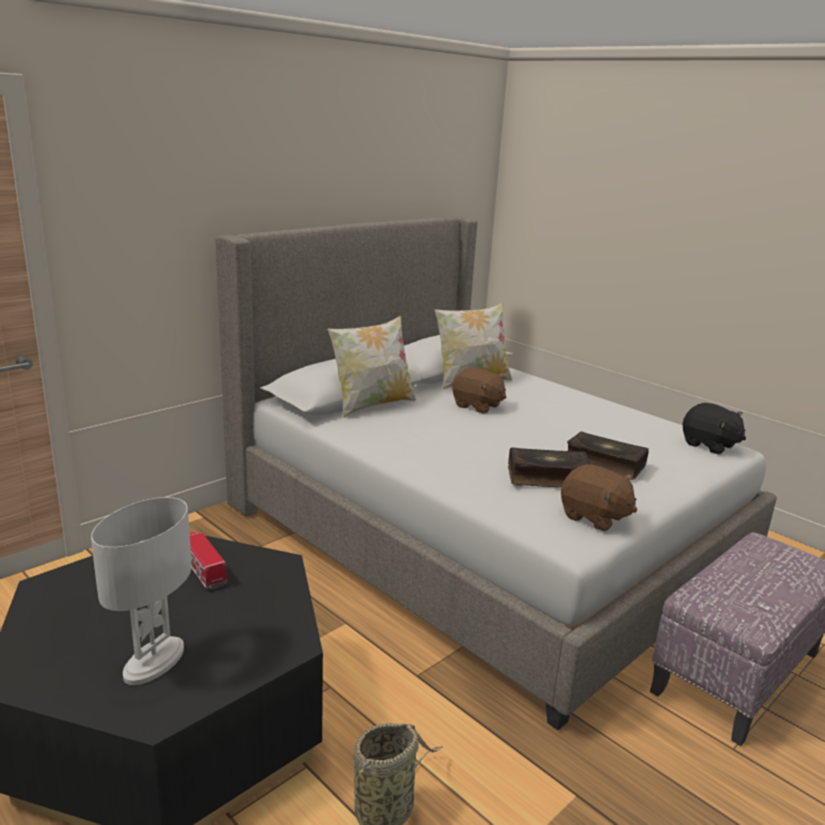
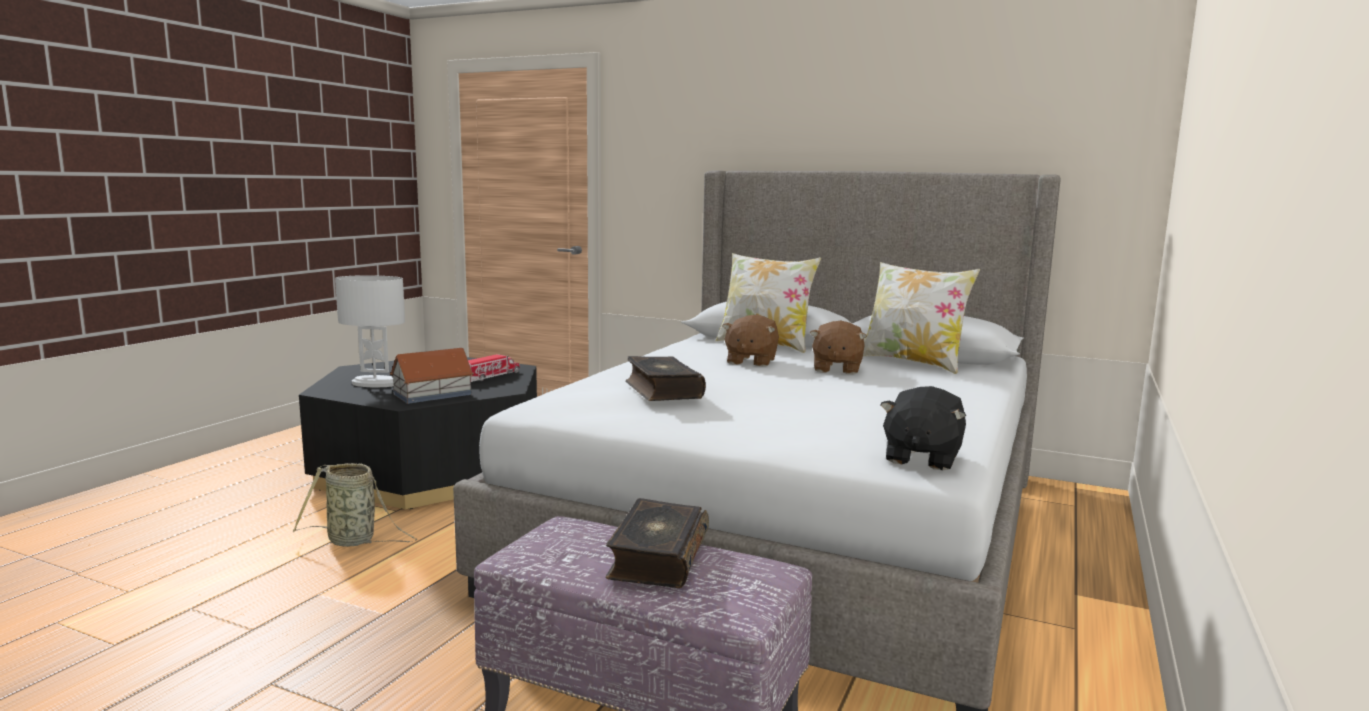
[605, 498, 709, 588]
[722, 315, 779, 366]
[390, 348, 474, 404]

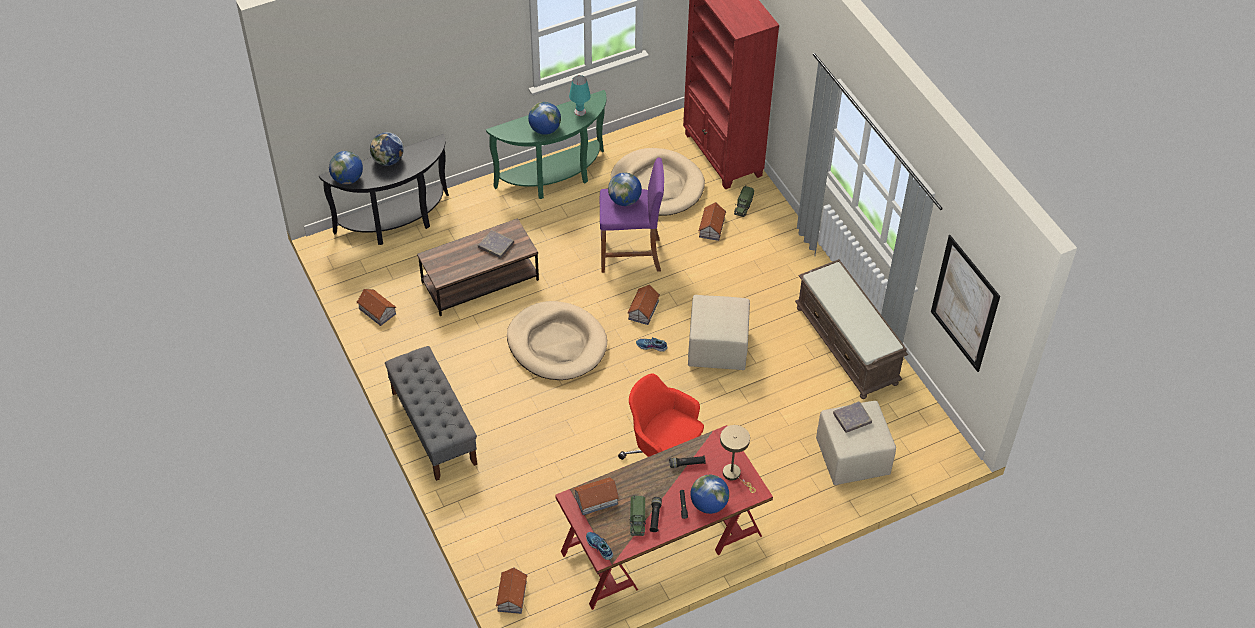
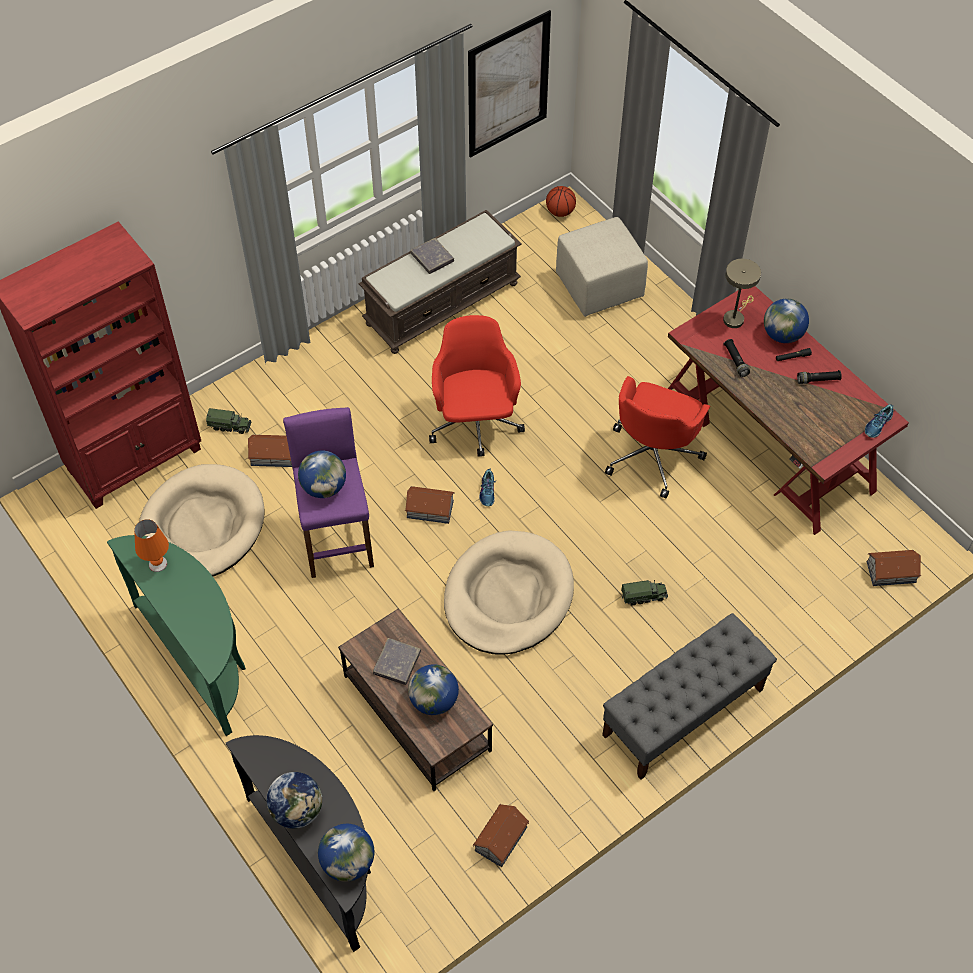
[134, 519, 169, 572]
[408, 664, 459, 715]
[429, 315, 525, 457]
[410, 238, 454, 274]
[573, 477, 620, 515] (first image)
[621, 580, 668, 605]
[546, 186, 576, 217]

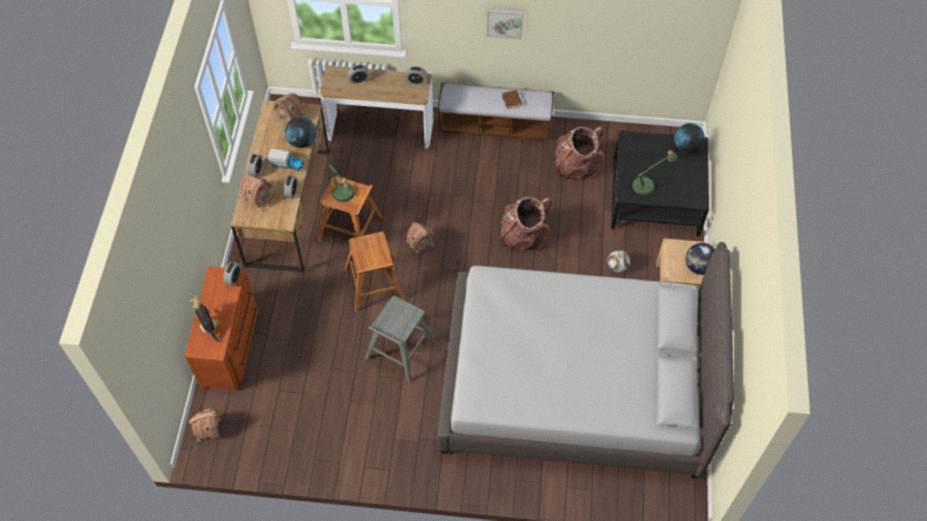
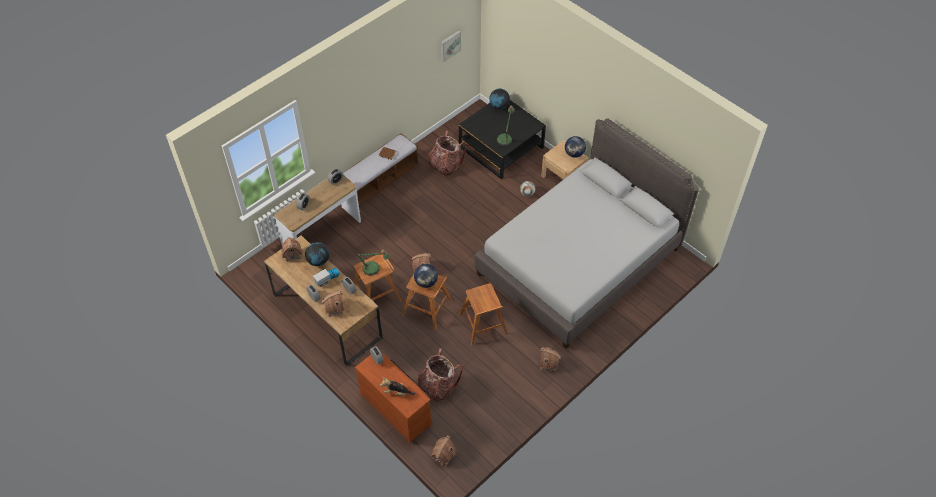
[441, 31, 461, 62]
[417, 348, 463, 401]
[459, 283, 508, 346]
[414, 264, 438, 288]
[540, 347, 561, 372]

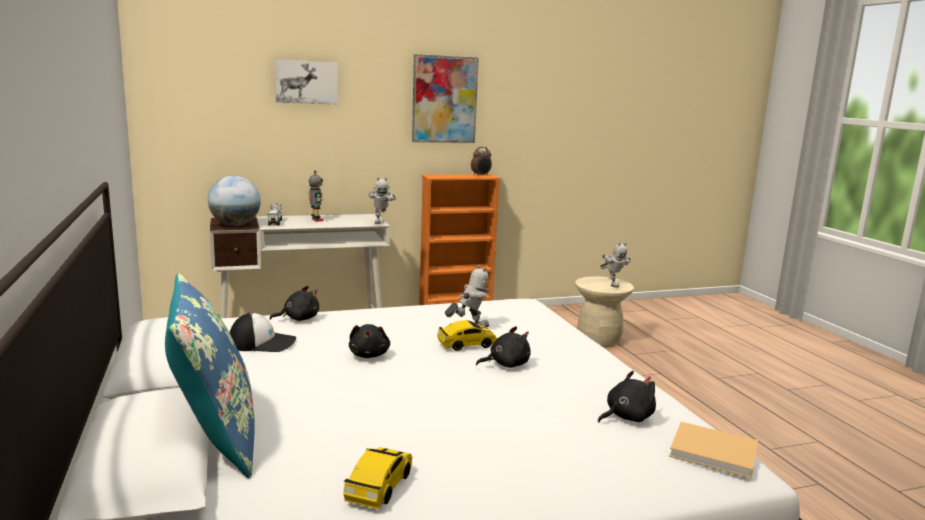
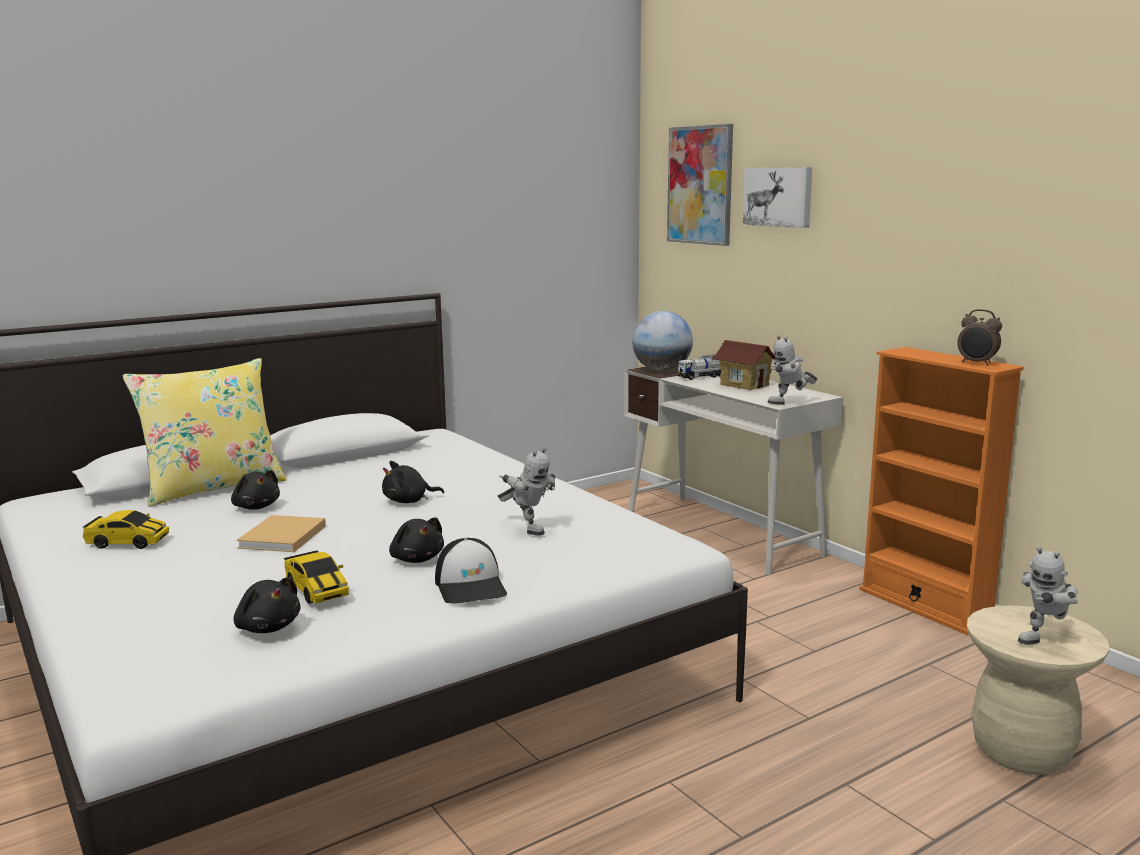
[667, 124, 733, 246]
[712, 340, 776, 390]
[122, 358, 286, 507]
[231, 470, 280, 510]
[435, 538, 507, 603]
[283, 550, 349, 604]
[236, 515, 326, 552]

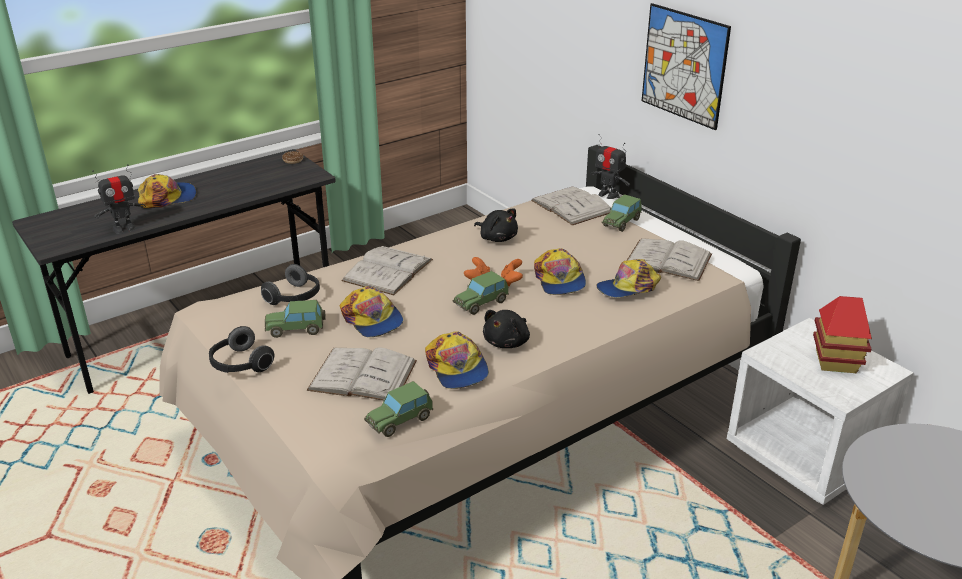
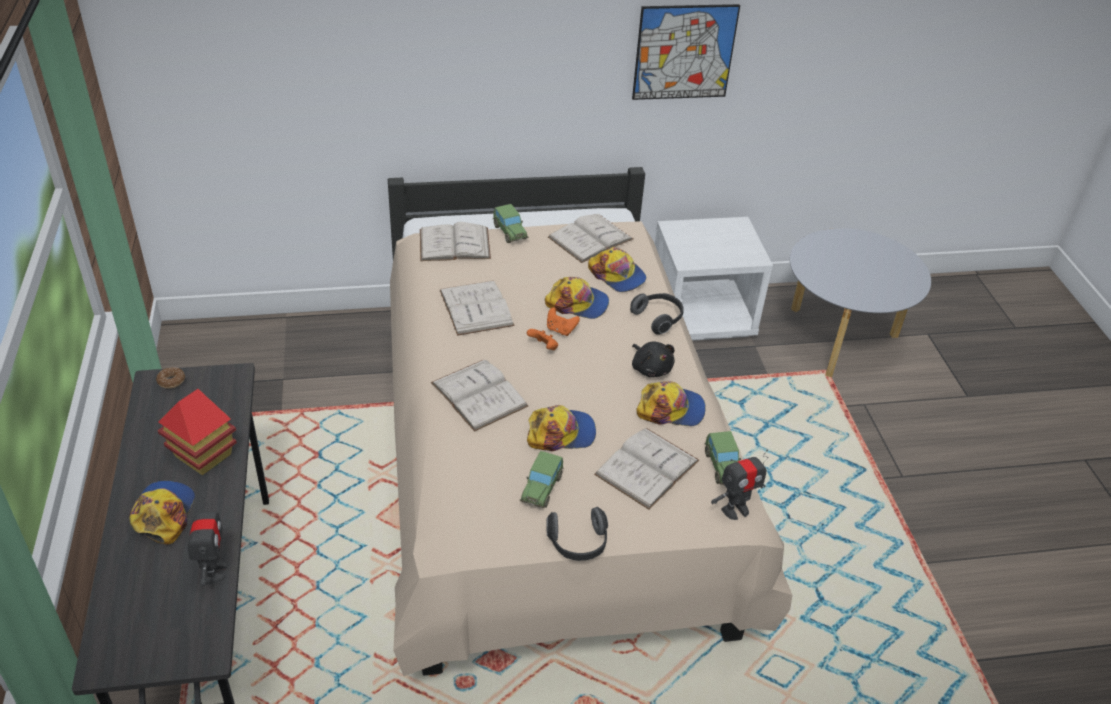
[632, 4, 740, 100]
[711, 449, 768, 520]
[439, 281, 515, 336]
[588, 247, 646, 292]
[630, 293, 684, 335]
[453, 271, 509, 315] (first image)
[158, 389, 237, 475]

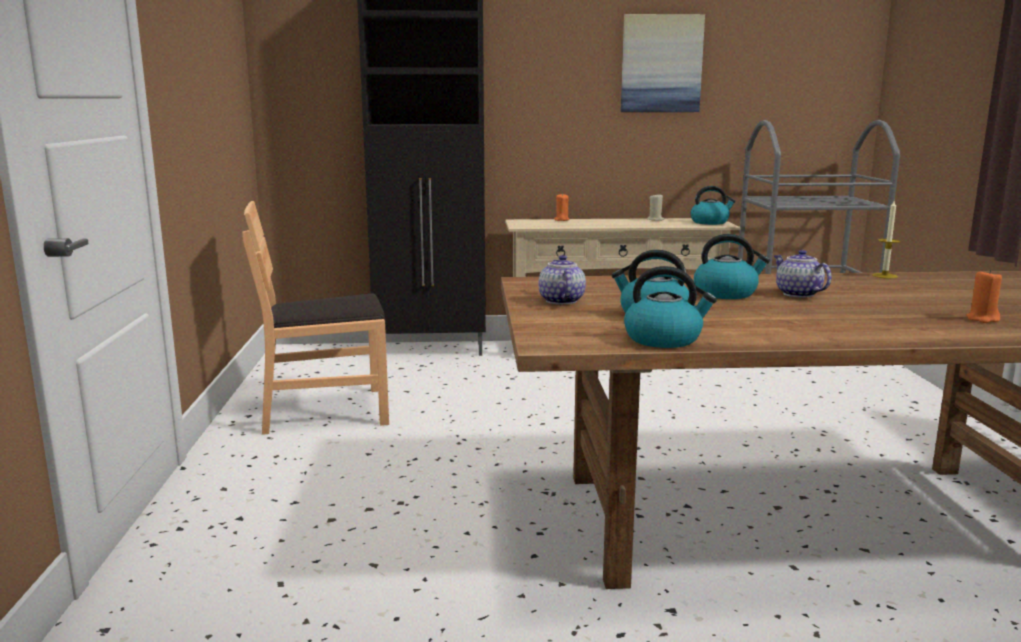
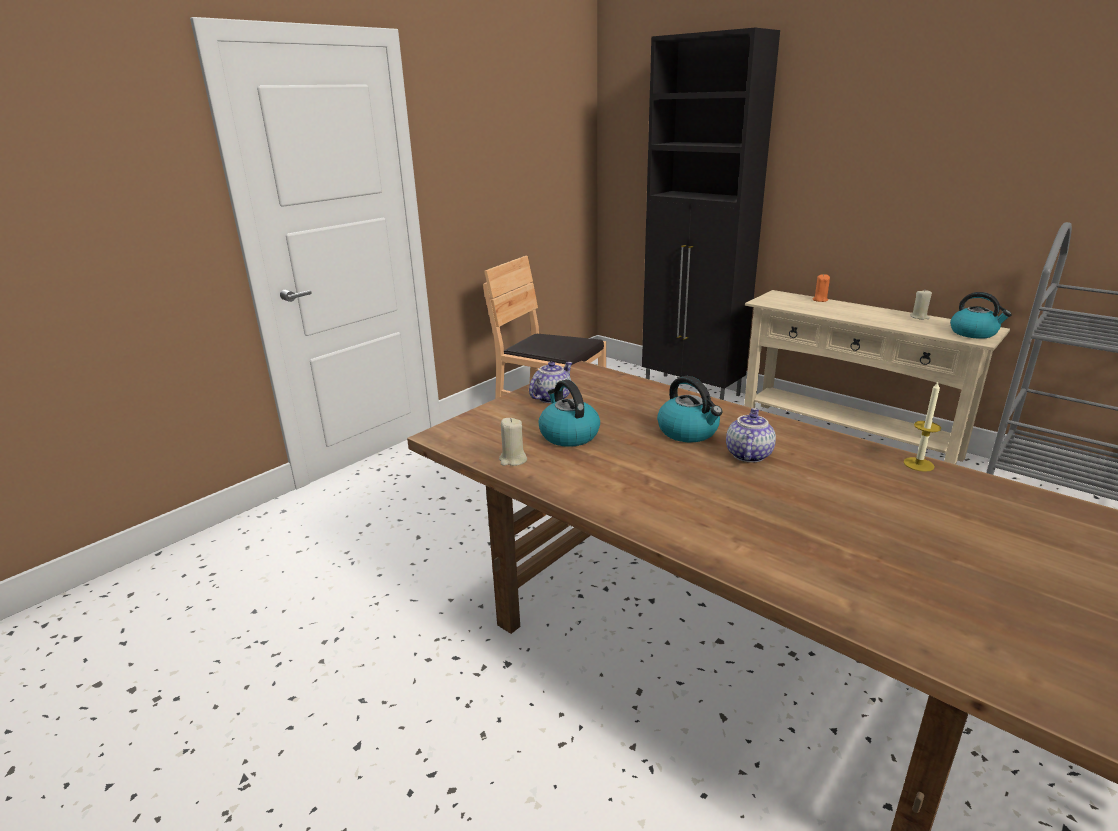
[621, 14, 705, 112] (first image)
[499, 418, 527, 466]
[966, 269, 1002, 323] (first image)

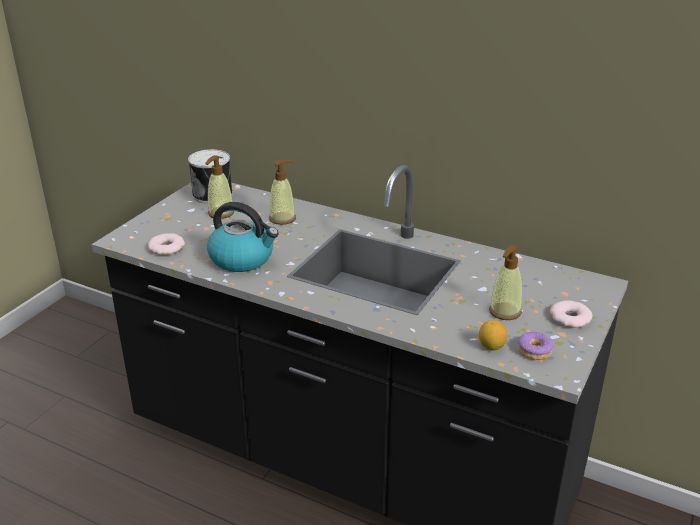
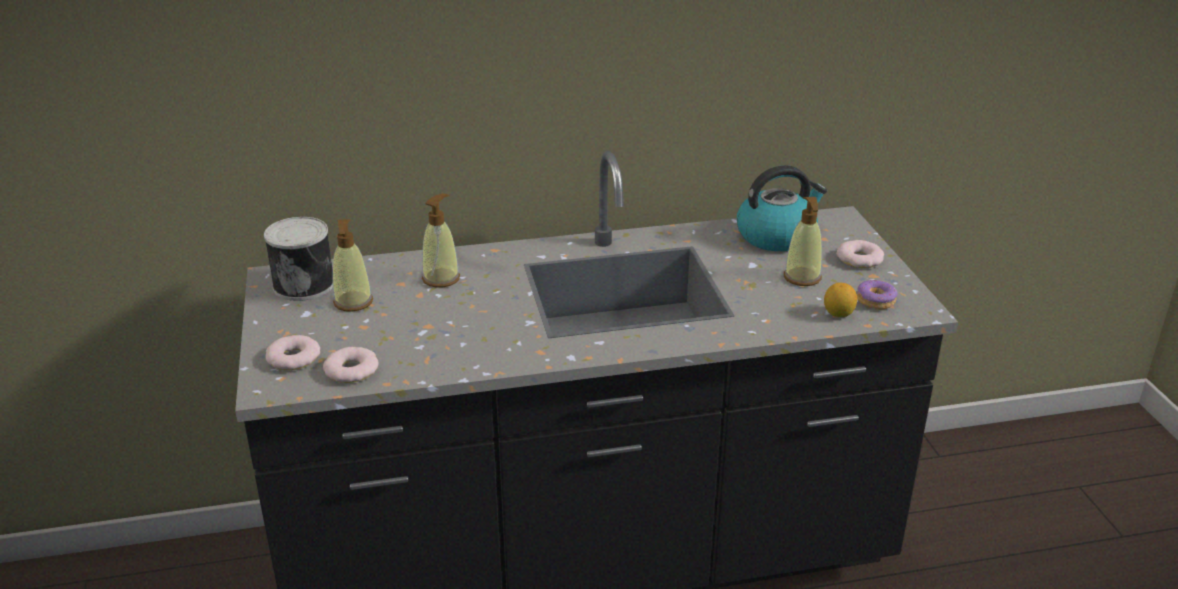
[737, 165, 827, 251]
[265, 335, 320, 370]

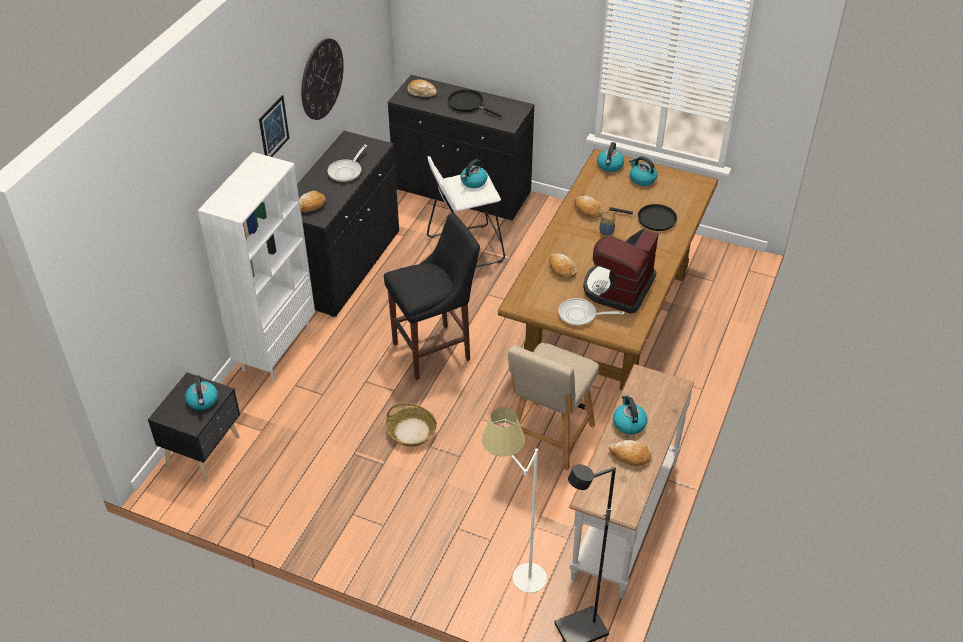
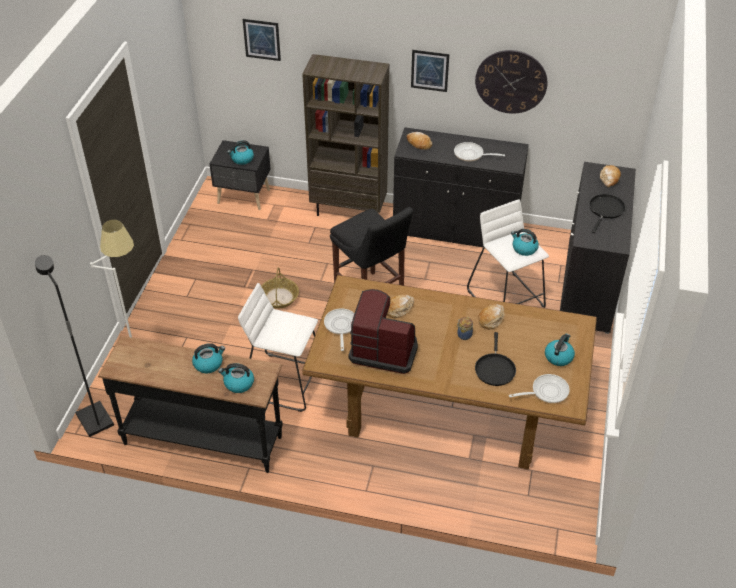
[218, 363, 254, 393]
[302, 54, 389, 216]
[238, 283, 318, 412]
[98, 336, 283, 473]
[609, 440, 652, 466] (first image)
[243, 19, 281, 61]
[509, 374, 570, 403]

